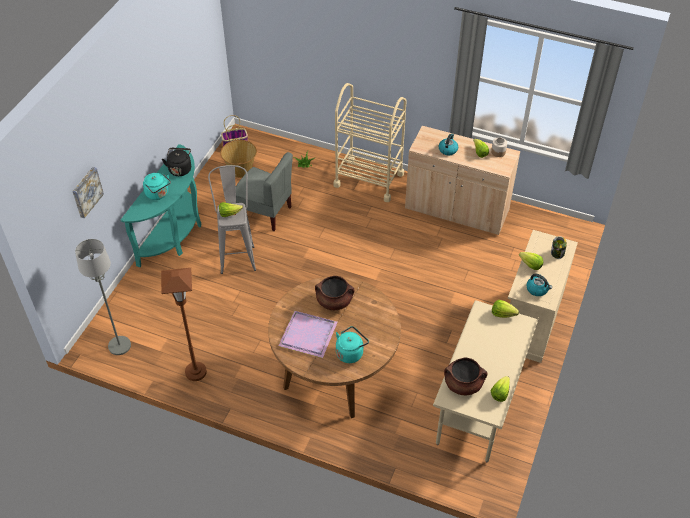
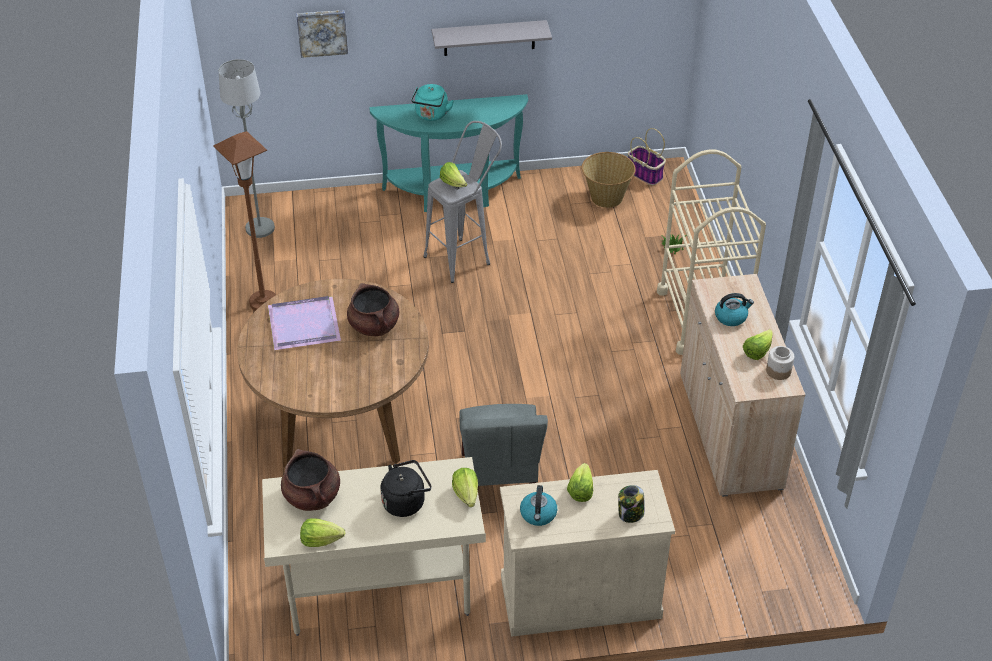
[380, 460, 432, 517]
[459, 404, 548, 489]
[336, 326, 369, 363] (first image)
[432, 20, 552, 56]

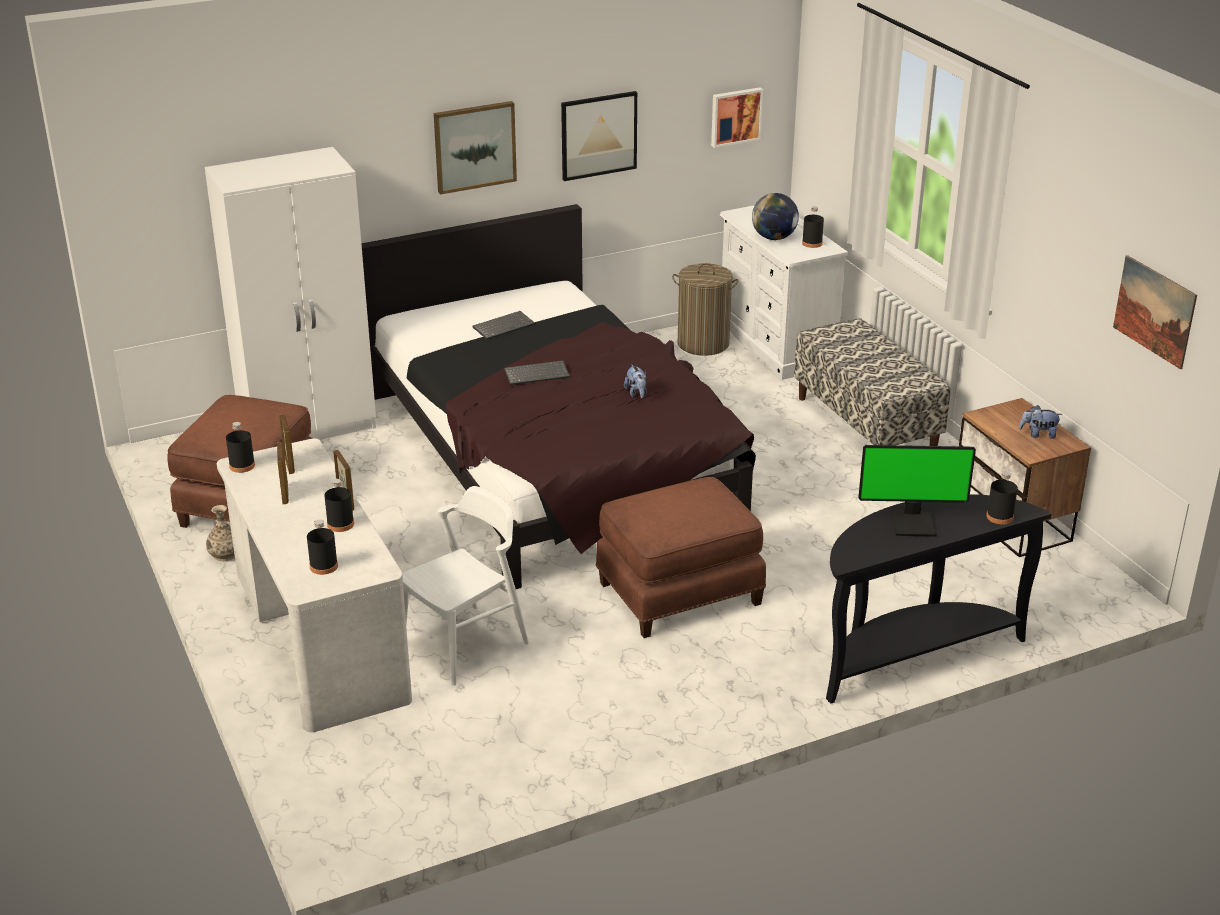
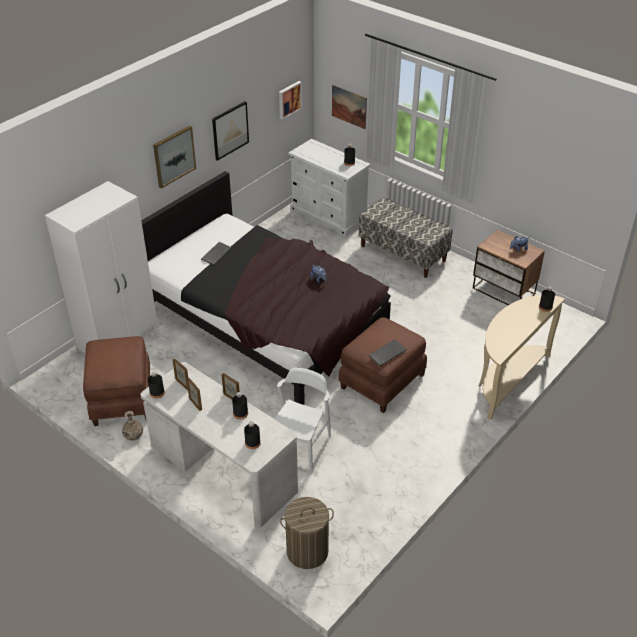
[752, 193, 799, 240] (first image)
[332, 85, 367, 129]
[280, 497, 334, 569]
[369, 339, 407, 366]
[858, 445, 976, 537] (first image)
[479, 295, 565, 420]

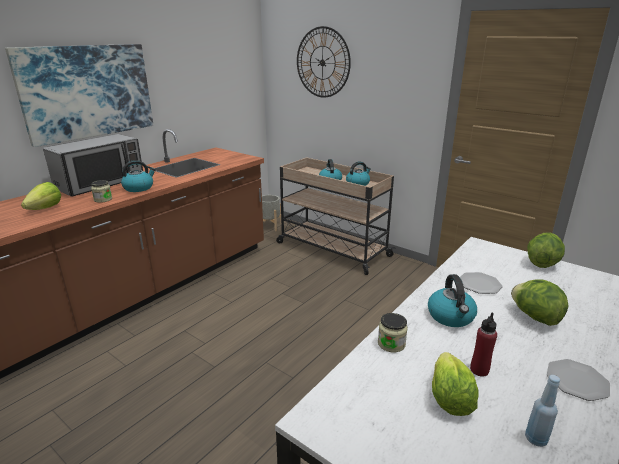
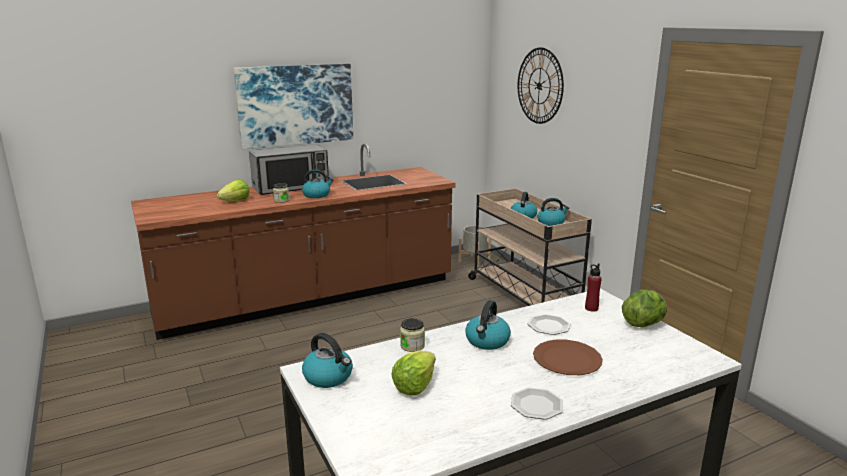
[533, 339, 603, 375]
[585, 263, 602, 312]
[525, 375, 560, 447] (first image)
[302, 333, 353, 388]

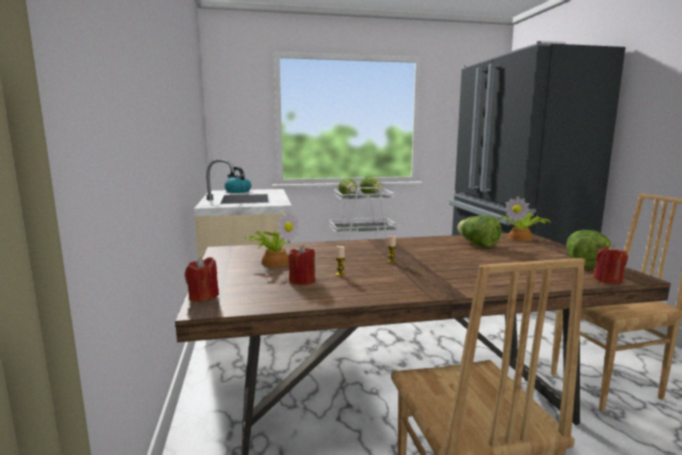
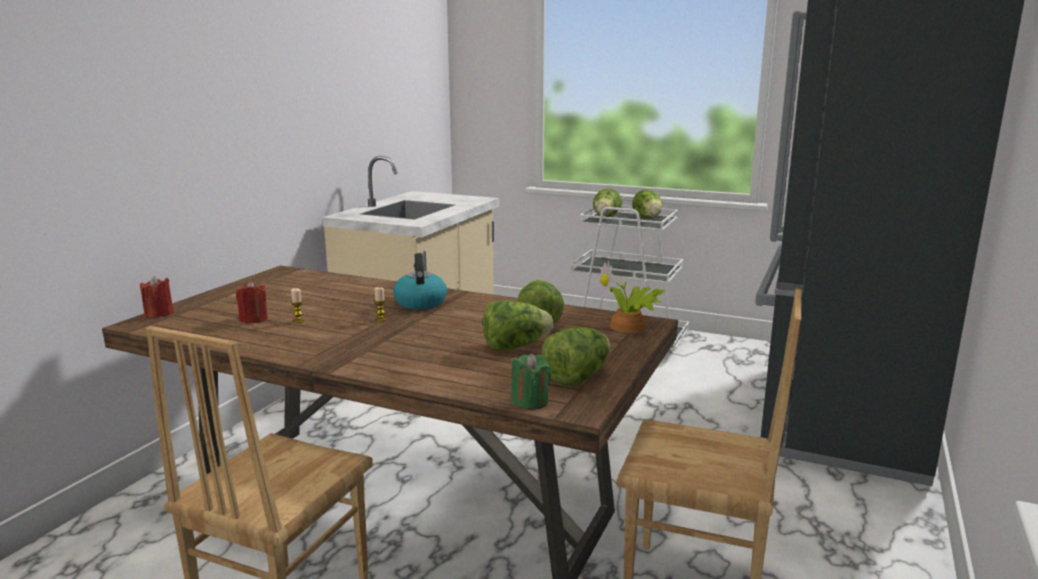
[393, 253, 447, 309]
[245, 211, 300, 267] (first image)
[511, 353, 551, 410]
[483, 300, 553, 350]

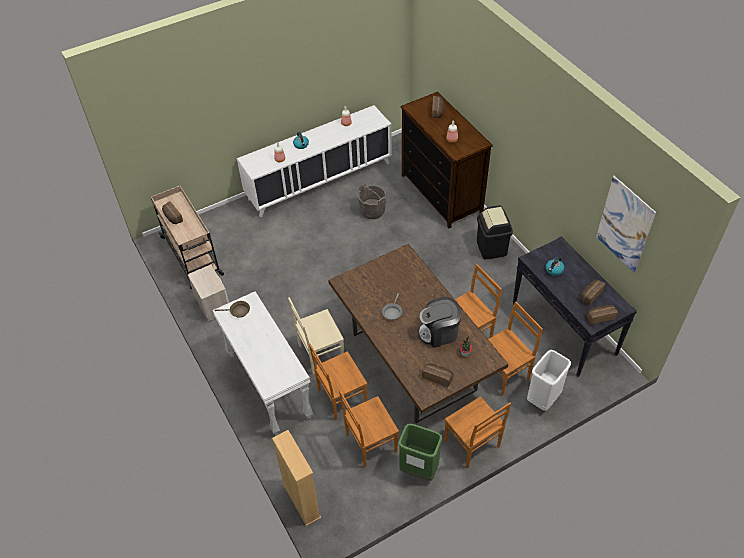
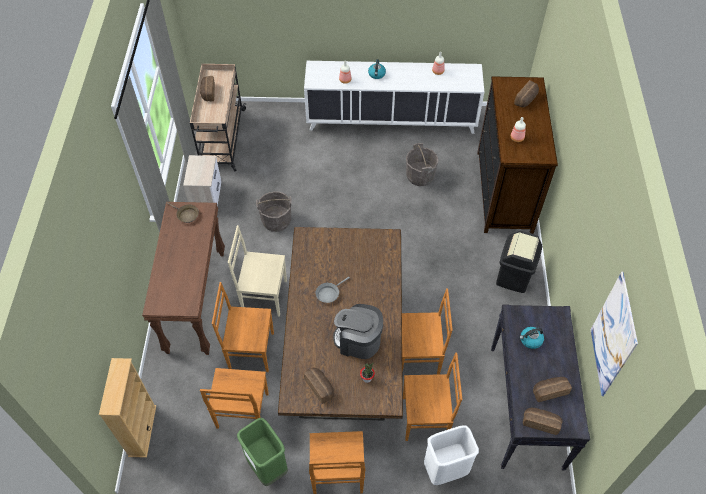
[142, 202, 225, 355]
[200, 368, 269, 429]
[256, 191, 291, 232]

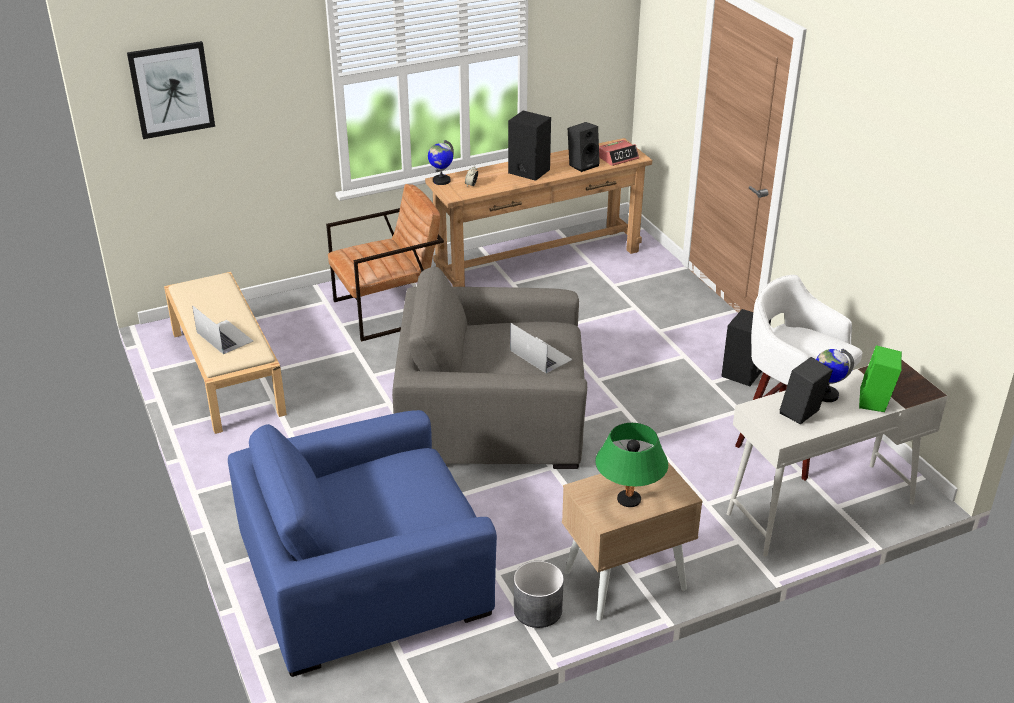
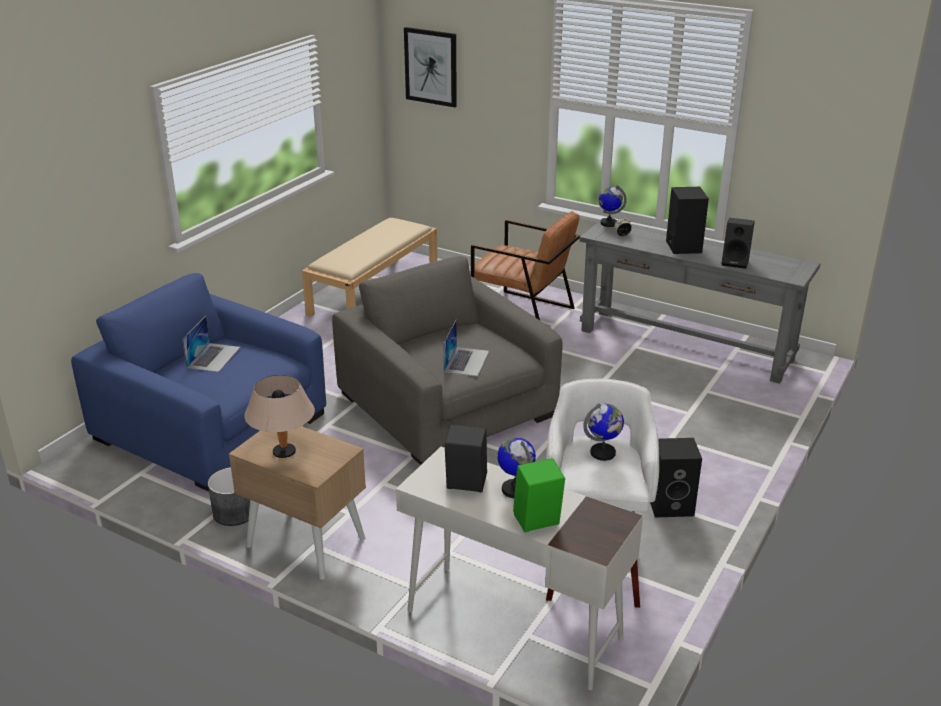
[579, 218, 820, 384]
[599, 140, 639, 166] (first image)
[182, 316, 240, 372]
[244, 375, 315, 458]
[583, 404, 624, 461]

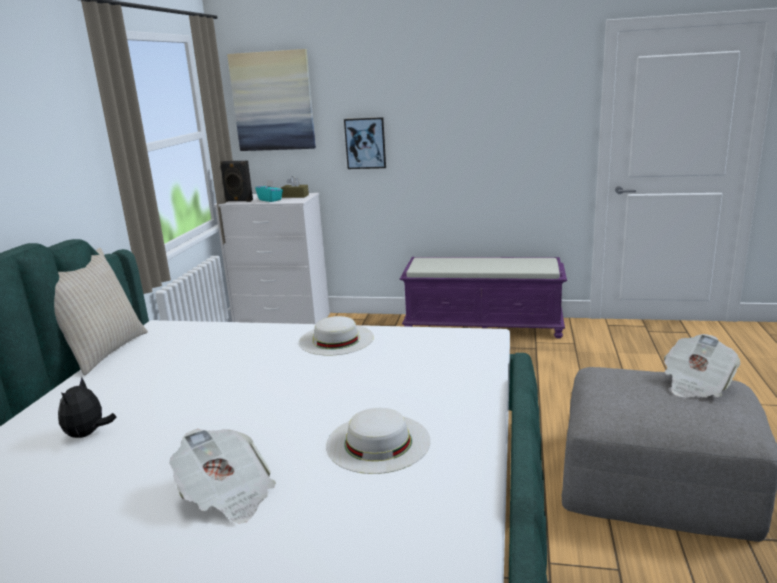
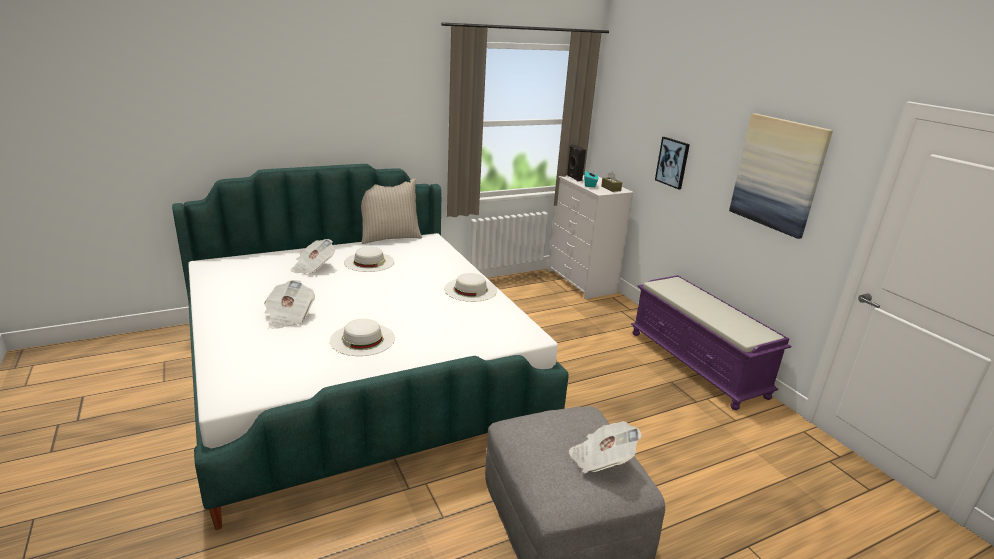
[729, 113, 833, 239]
[291, 239, 335, 274]
[344, 247, 394, 272]

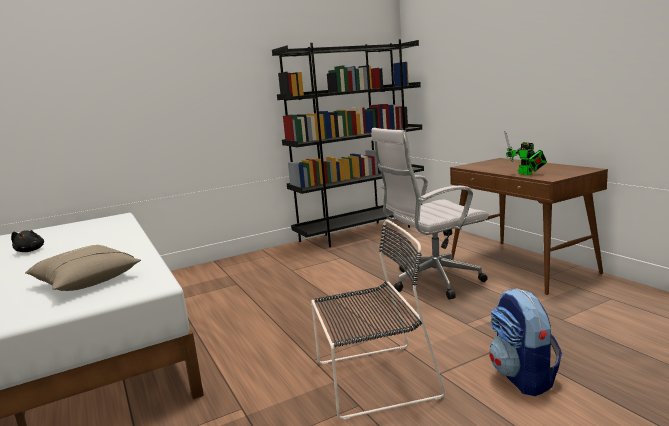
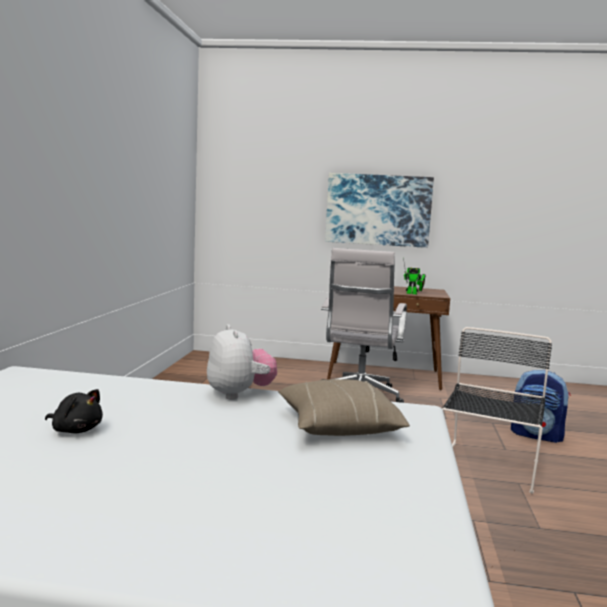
[272, 39, 424, 247] (first image)
[325, 173, 434, 248]
[207, 324, 277, 400]

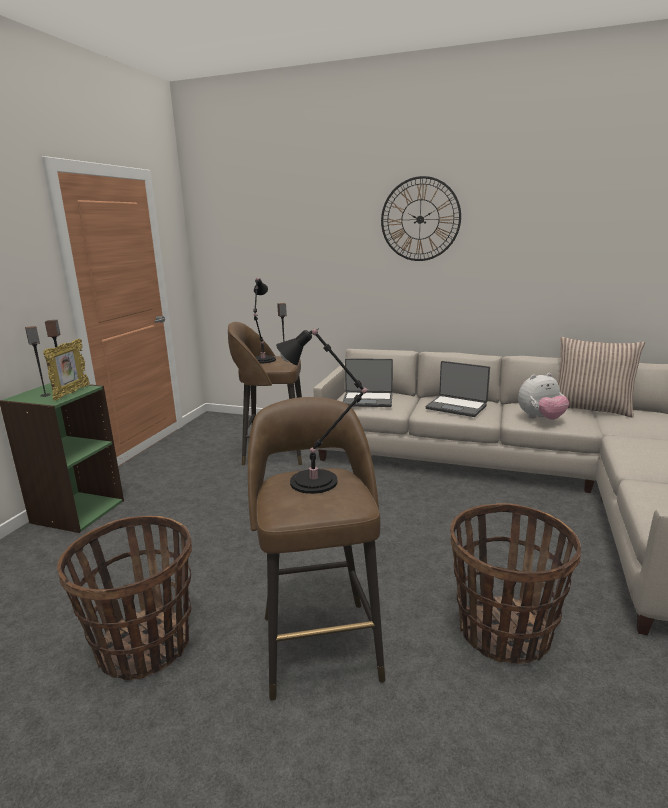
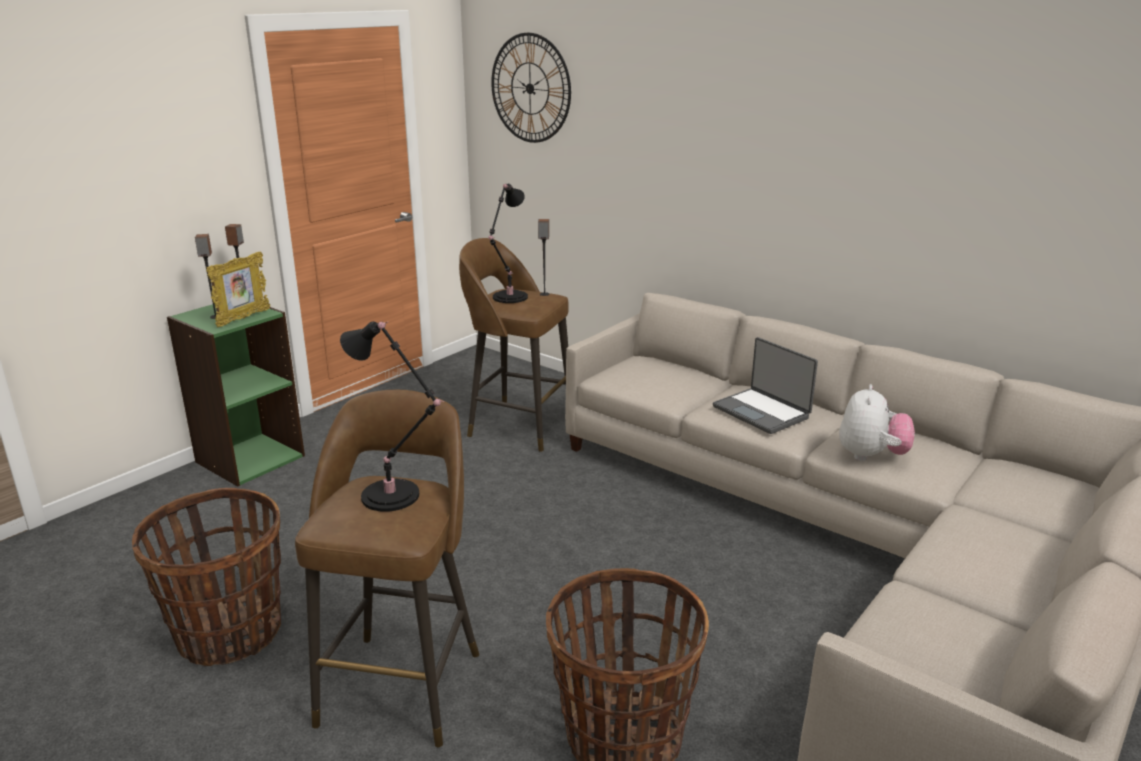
[491, 33, 571, 143]
[557, 337, 645, 418] (first image)
[343, 358, 393, 407] (first image)
[839, 384, 915, 461]

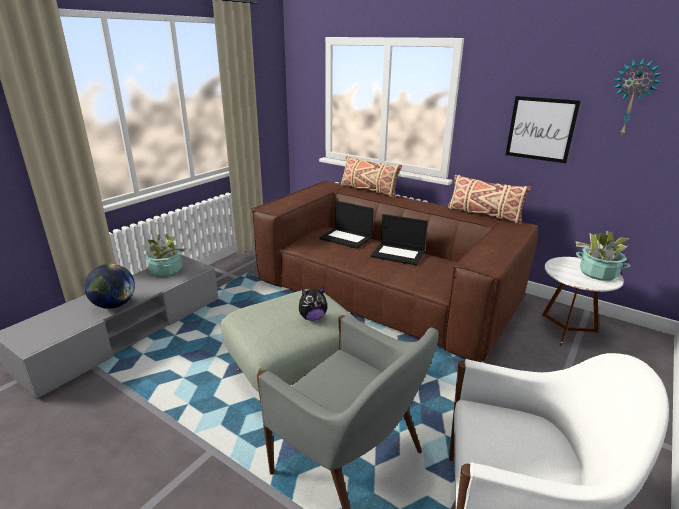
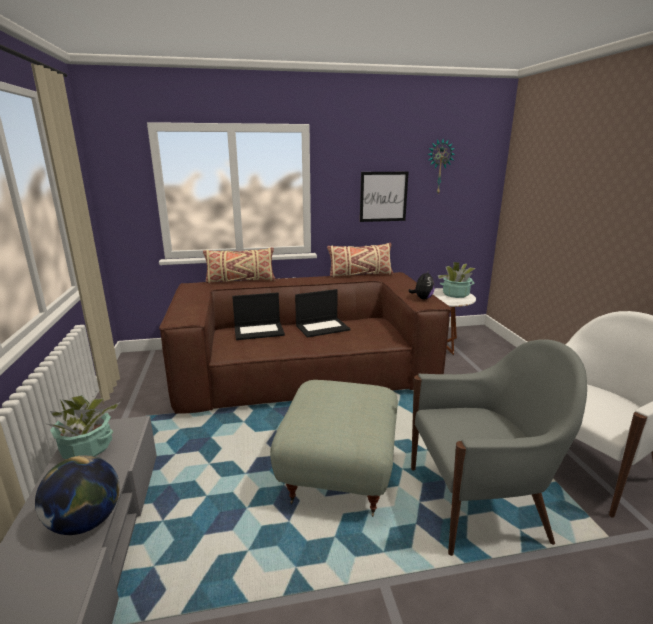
[408, 270, 435, 299]

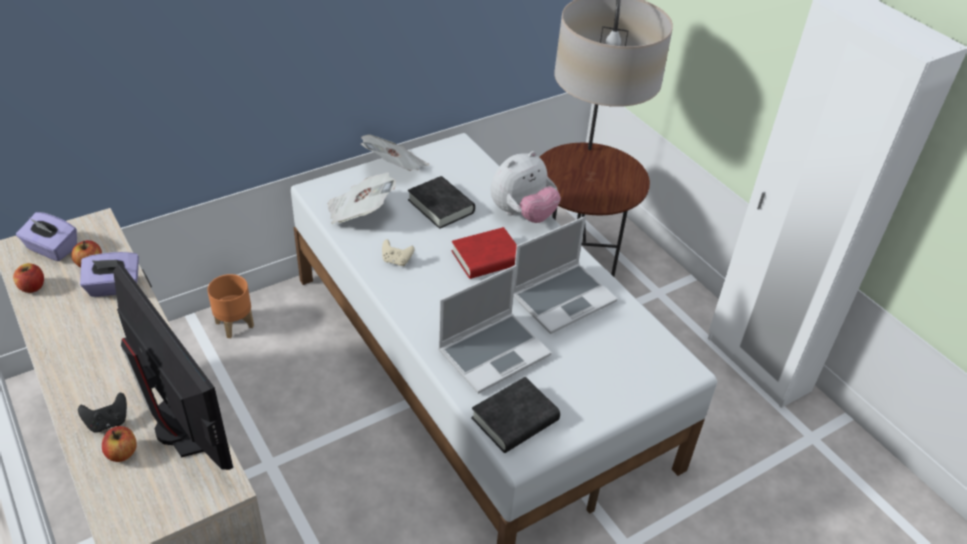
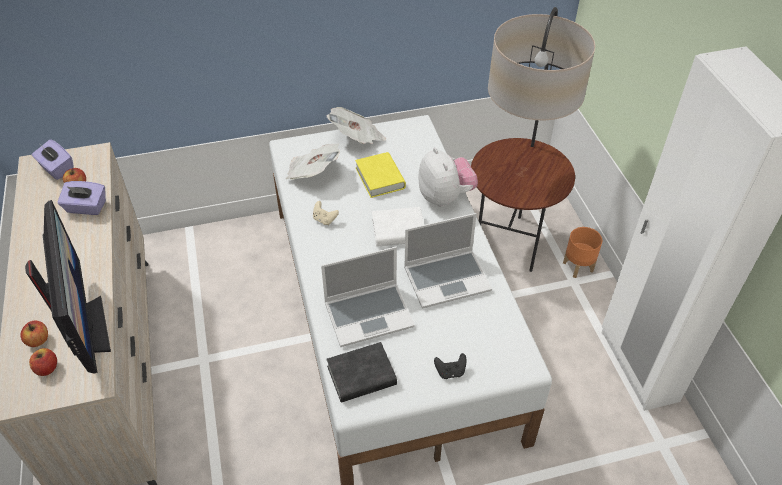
[419, 148, 478, 207]
[355, 152, 406, 198]
[372, 207, 424, 247]
[29, 348, 57, 376]
[563, 227, 602, 278]
[434, 353, 467, 379]

